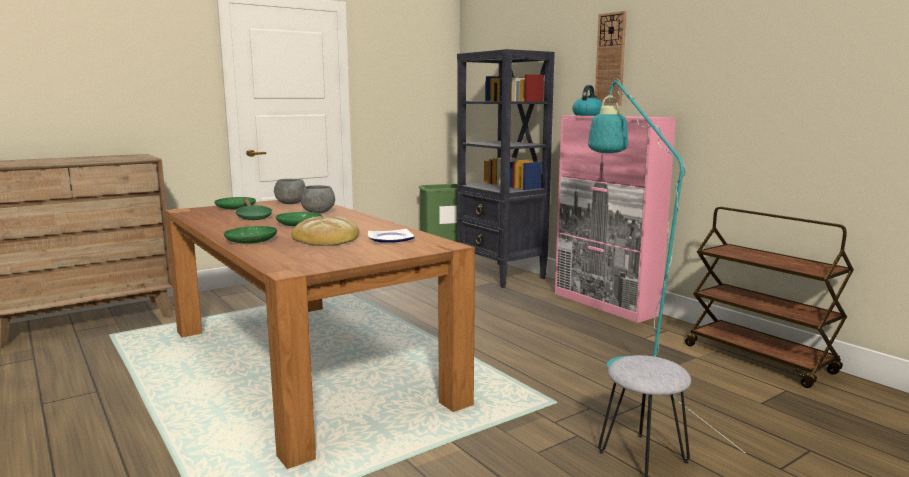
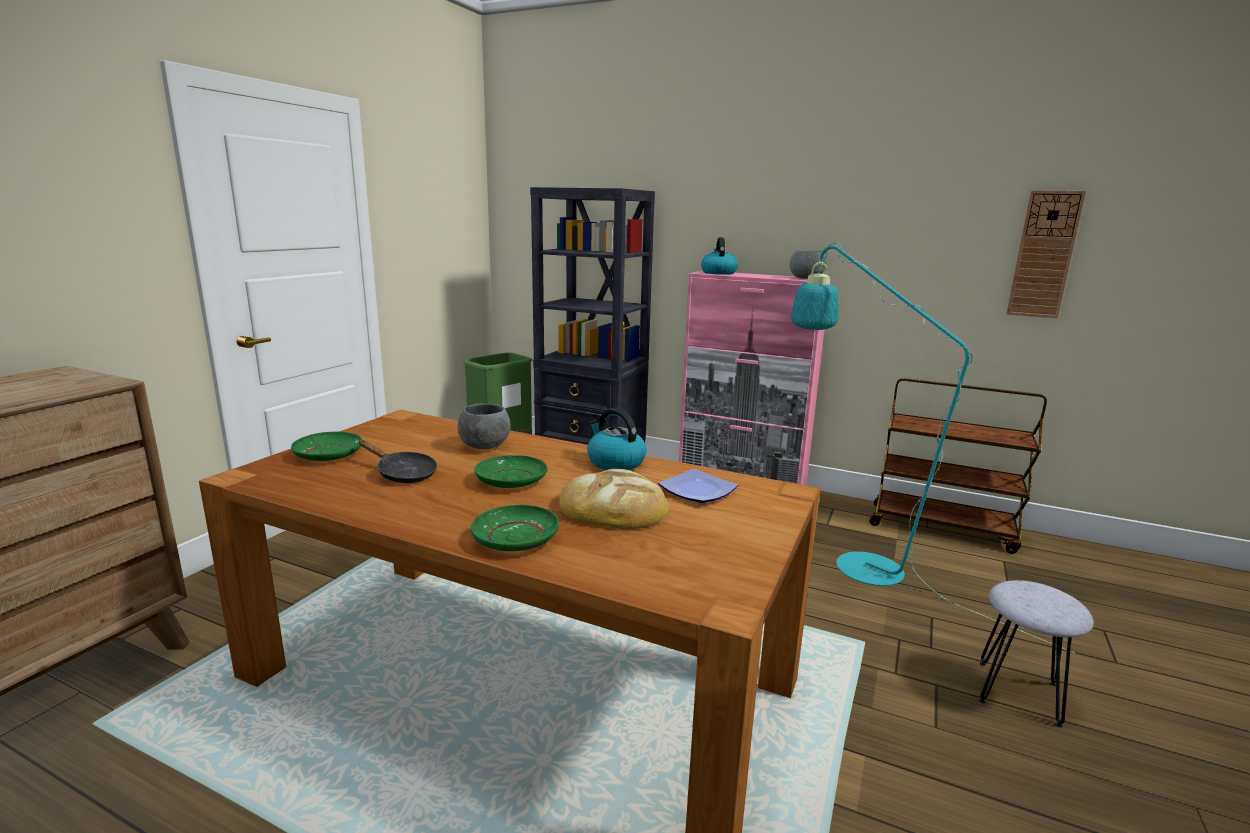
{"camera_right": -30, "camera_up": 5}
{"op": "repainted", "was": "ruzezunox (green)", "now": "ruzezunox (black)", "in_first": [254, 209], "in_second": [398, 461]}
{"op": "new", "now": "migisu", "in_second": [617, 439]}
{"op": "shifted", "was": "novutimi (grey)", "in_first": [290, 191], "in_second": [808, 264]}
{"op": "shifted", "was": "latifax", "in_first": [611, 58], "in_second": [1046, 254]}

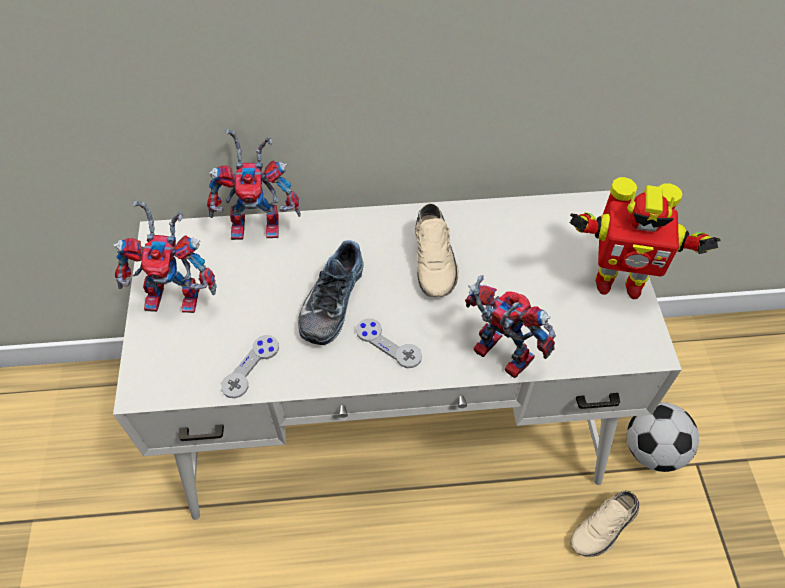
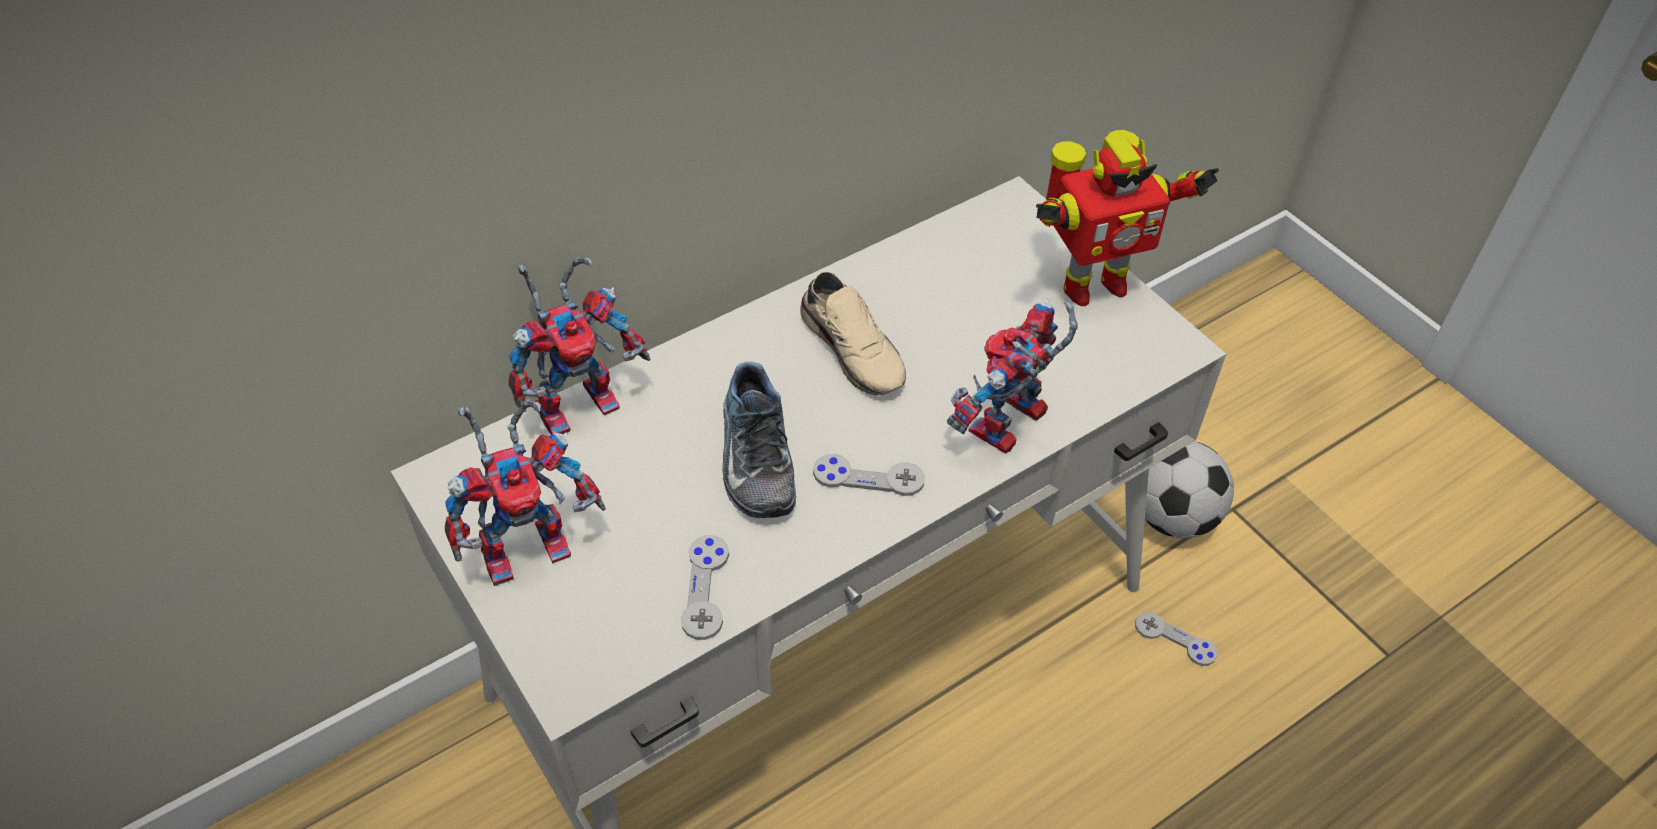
{"camera_right": -30, "camera_up": -5}
{"op": "rotated", "was": "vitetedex", "in_first": [510, 326], "in_second": [1012, 376], "clockwise": -60}
{"op": "swapped", "was": "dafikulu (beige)", "now": "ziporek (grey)", "in_first": [605, 524], "in_second": [1176, 639]}

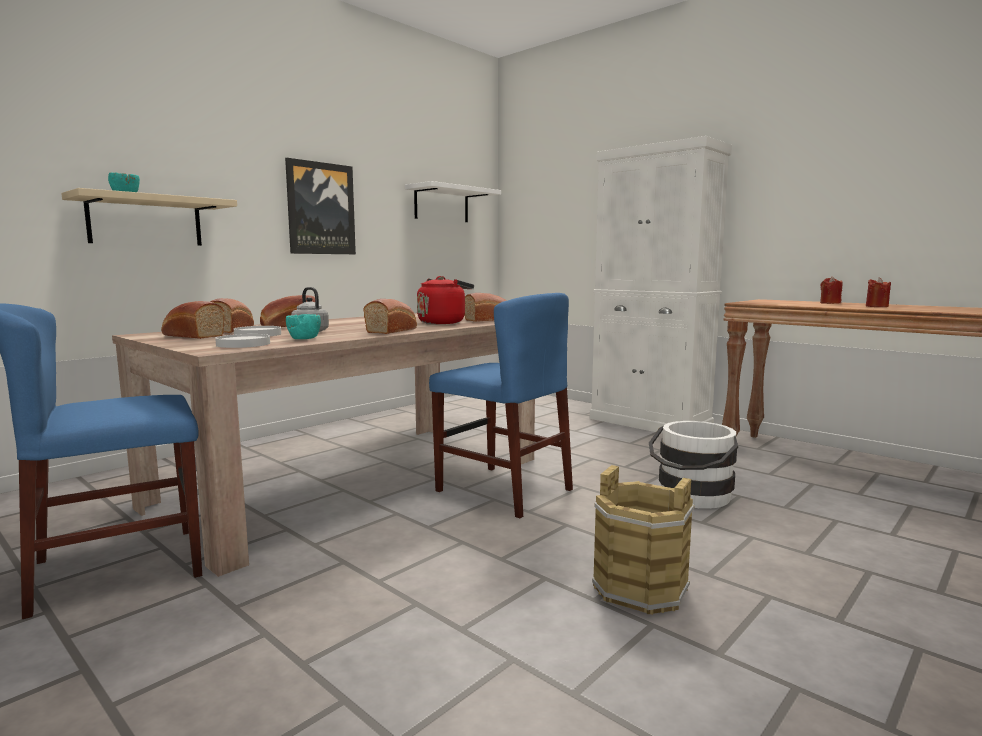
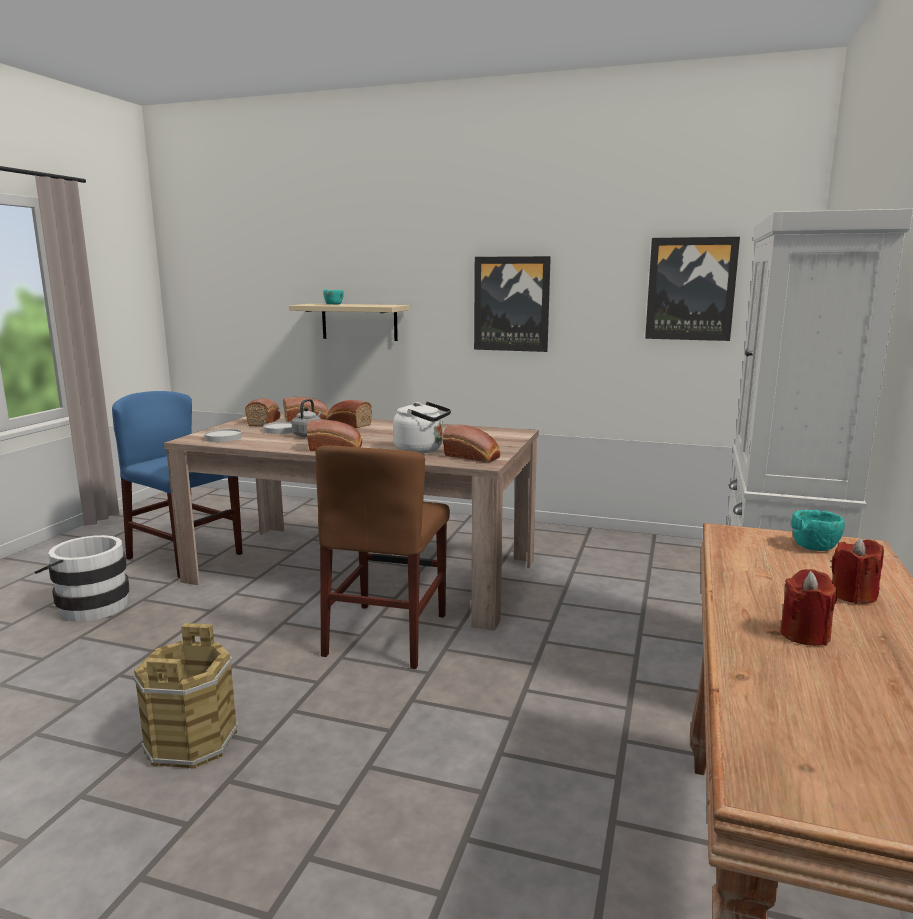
{"camera_right": 65, "camera_up": 5}
{"op": "shifted", "was": "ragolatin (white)", "in_first": [693, 465], "in_second": [82, 578]}
{"op": "repainted", "was": "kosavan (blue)", "now": "kosavan (brown)", "in_first": [501, 405], "in_second": [382, 557]}
{"op": "repainted", "was": "migisu (red)", "now": "migisu (white)", "in_first": [445, 300], "in_second": [422, 427]}
{"op": "swapped", "was": "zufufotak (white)", "now": "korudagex", "in_first": [453, 201], "in_second": [692, 289]}
{"op": "shifted", "was": "novutimi (turquoise)", "in_first": [303, 326], "in_second": [818, 530]}

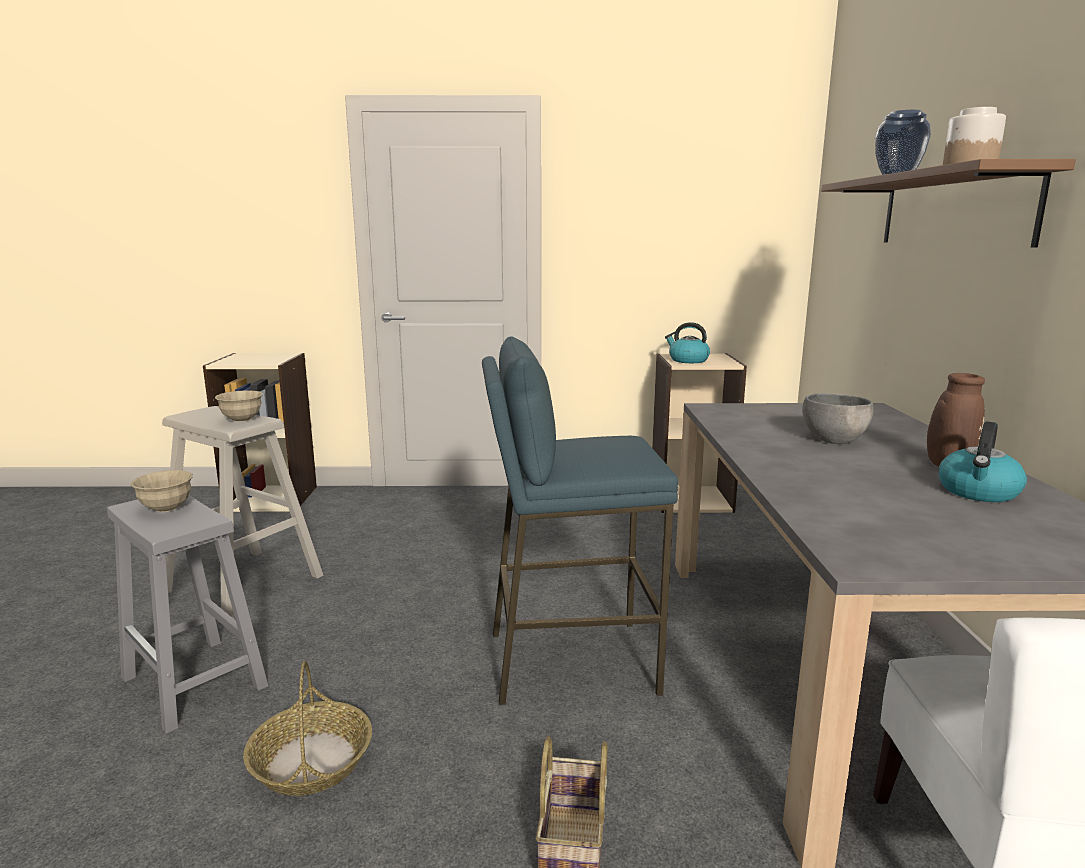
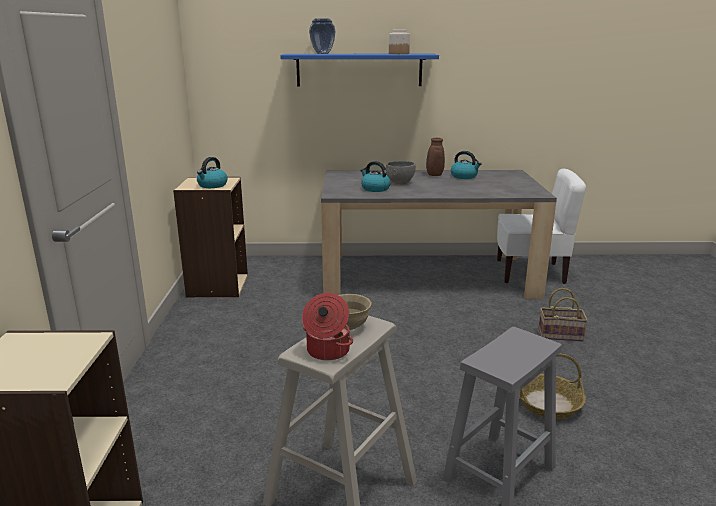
{"camera_right": -90, "camera_up": 5}
{"op": "repainted", "was": "zufufotak (brown)", "now": "zufufotak (blue)", "in_first": [948, 203], "in_second": [359, 70]}
{"op": "new", "now": "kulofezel", "in_second": [327, 327]}
{"op": "new", "now": "migisu", "in_second": [375, 176]}
{"op": "gone", "was": "novutimi (beige)", "in_first": [161, 491]}
{"op": "gone", "was": "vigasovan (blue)", "in_first": [580, 520]}

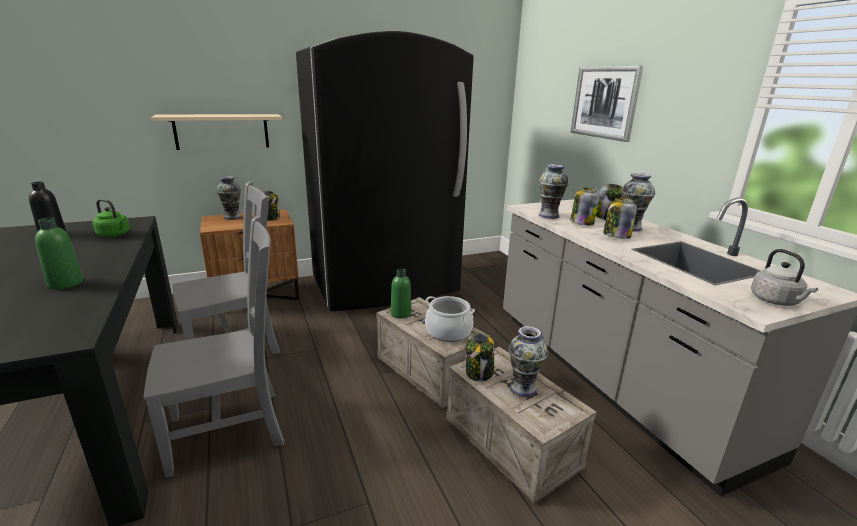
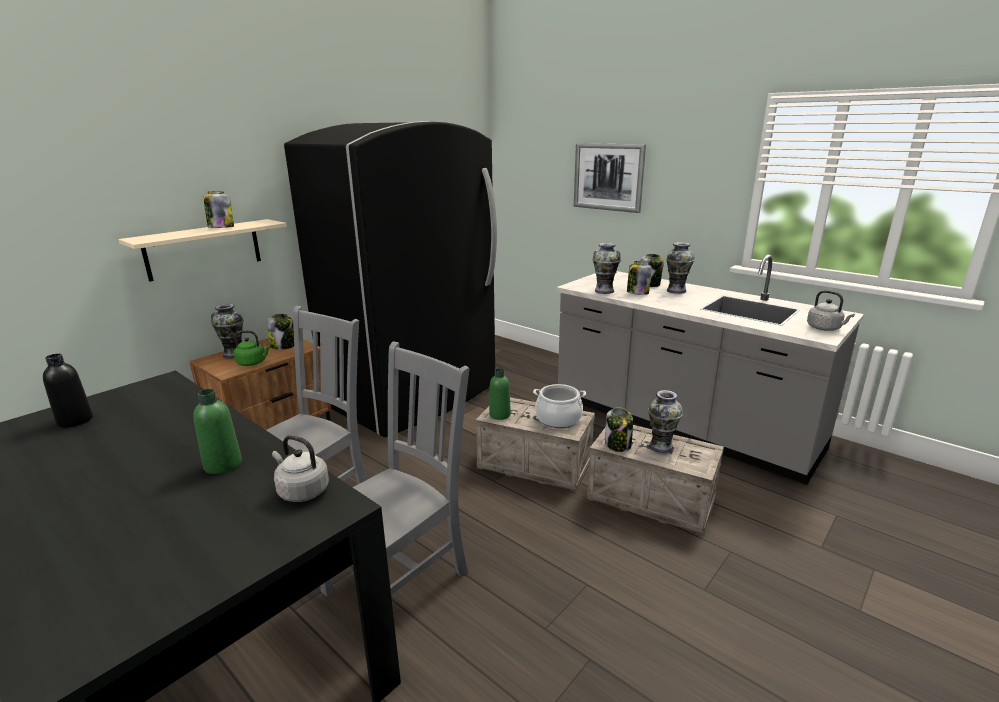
{"camera_right": -25, "camera_up": 0}
{"op": "shifted", "was": "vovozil", "in_first": [620, 218], "in_second": [219, 209]}
{"op": "shifted", "was": "migisu (green)", "in_first": [111, 218], "in_second": [252, 348]}
{"op": "new", "now": "migisu (grey)", "in_second": [300, 468]}

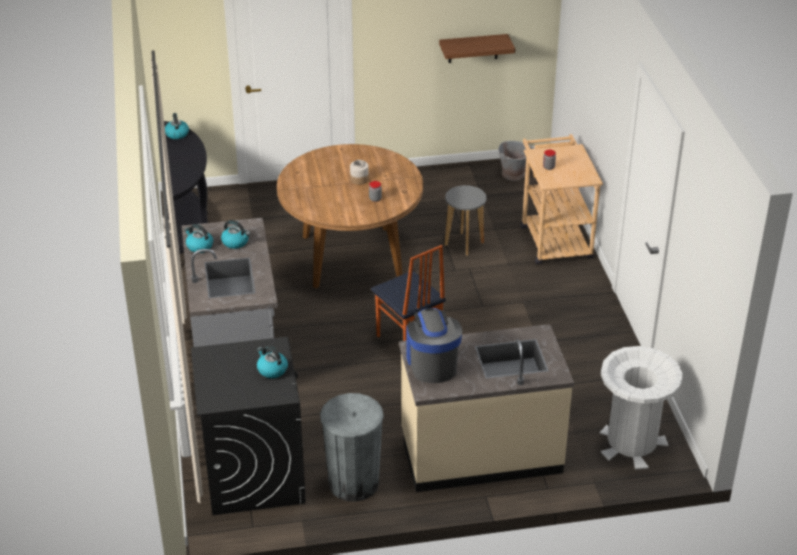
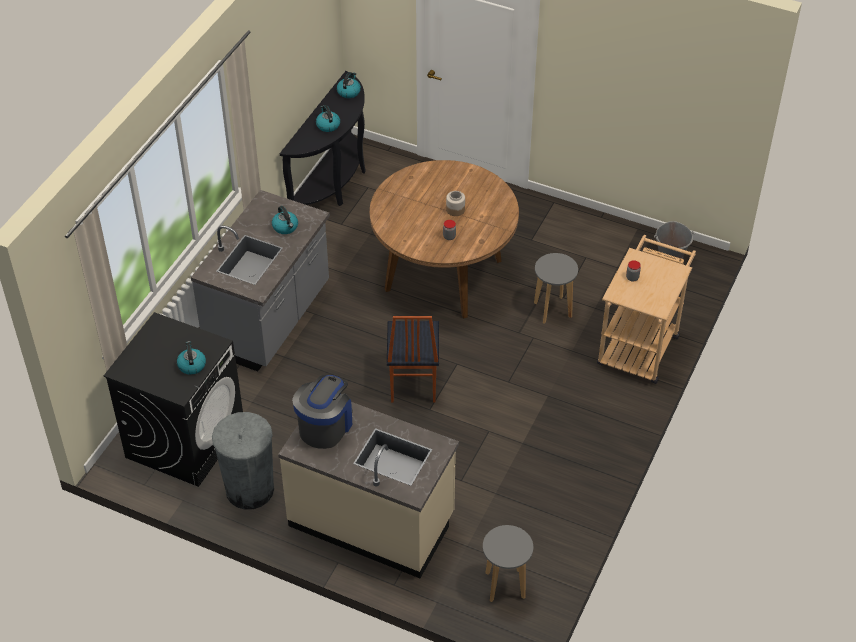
{"camera_right": 35, "camera_up": 10}
{"op": "shifted", "was": "migisu", "in_first": [198, 238], "in_second": [328, 118]}
{"op": "swapped", "was": "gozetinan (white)", "now": "vigasovan (grey)", "in_first": [641, 408], "in_second": [508, 563]}
{"op": "gone", "was": "zufufotak", "in_first": [477, 48]}

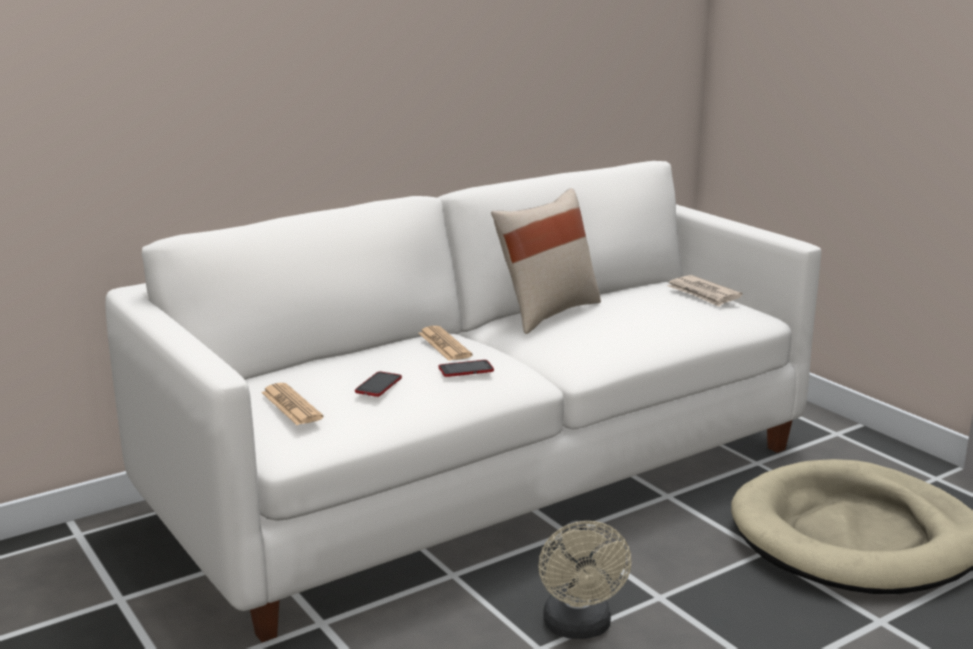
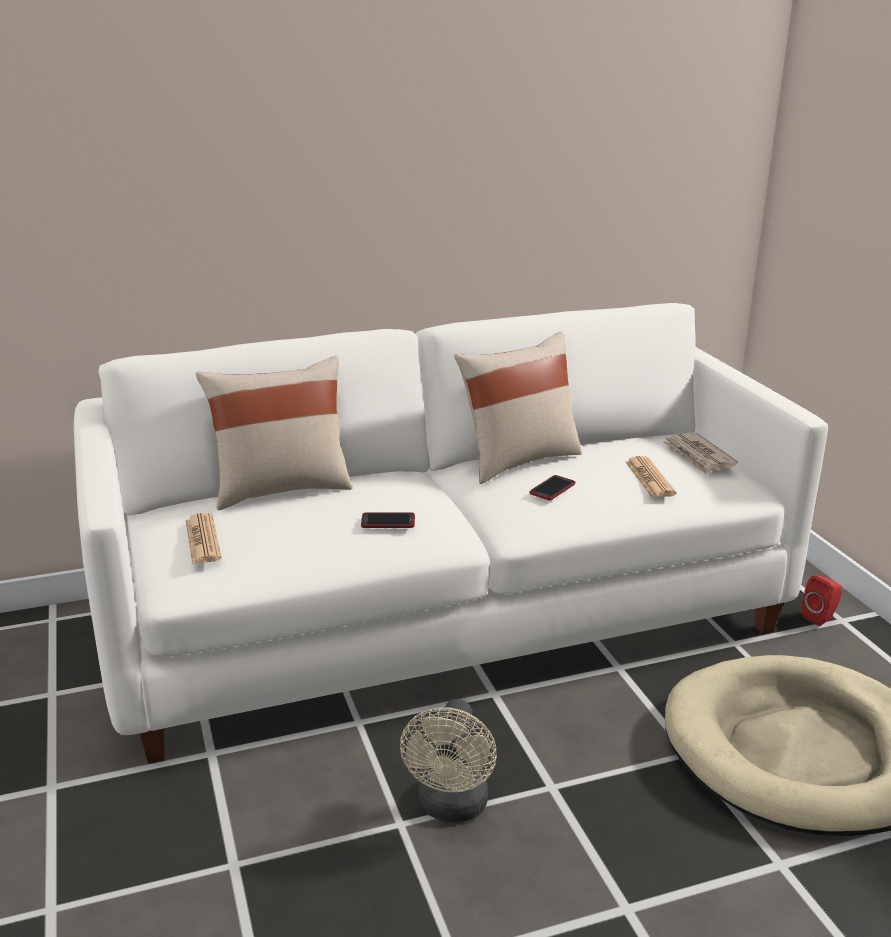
{"camera_right": 15, "camera_up": 5}
{"op": "new", "now": "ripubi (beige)", "in_second": [274, 433]}
{"op": "shifted", "was": "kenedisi", "in_first": [378, 384], "in_second": [552, 487]}
{"op": "shifted", "was": "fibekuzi", "in_first": [445, 343], "in_second": [651, 476]}
{"op": "new", "now": "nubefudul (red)", "in_second": [821, 600]}

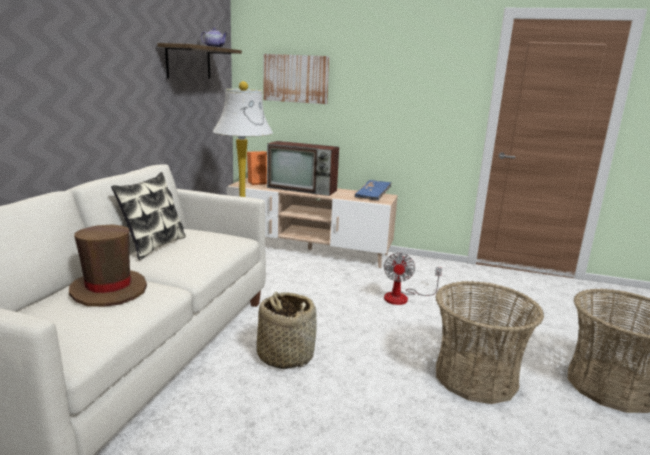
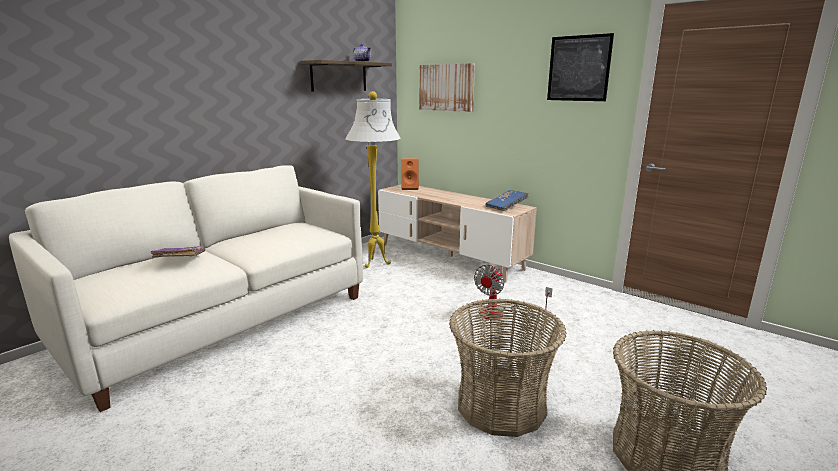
{"camera_right": 25, "camera_up": 0}
{"op": "swapped", "was": "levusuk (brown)", "now": "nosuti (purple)", "in_first": [108, 265], "in_second": [178, 252]}
{"op": "new", "now": "korudagex", "in_second": [580, 67]}
{"op": "gone", "was": "ripubi", "in_first": [148, 216]}
{"op": "gone", "was": "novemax", "in_first": [287, 330]}
{"op": "gone", "was": "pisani", "in_first": [303, 168]}

